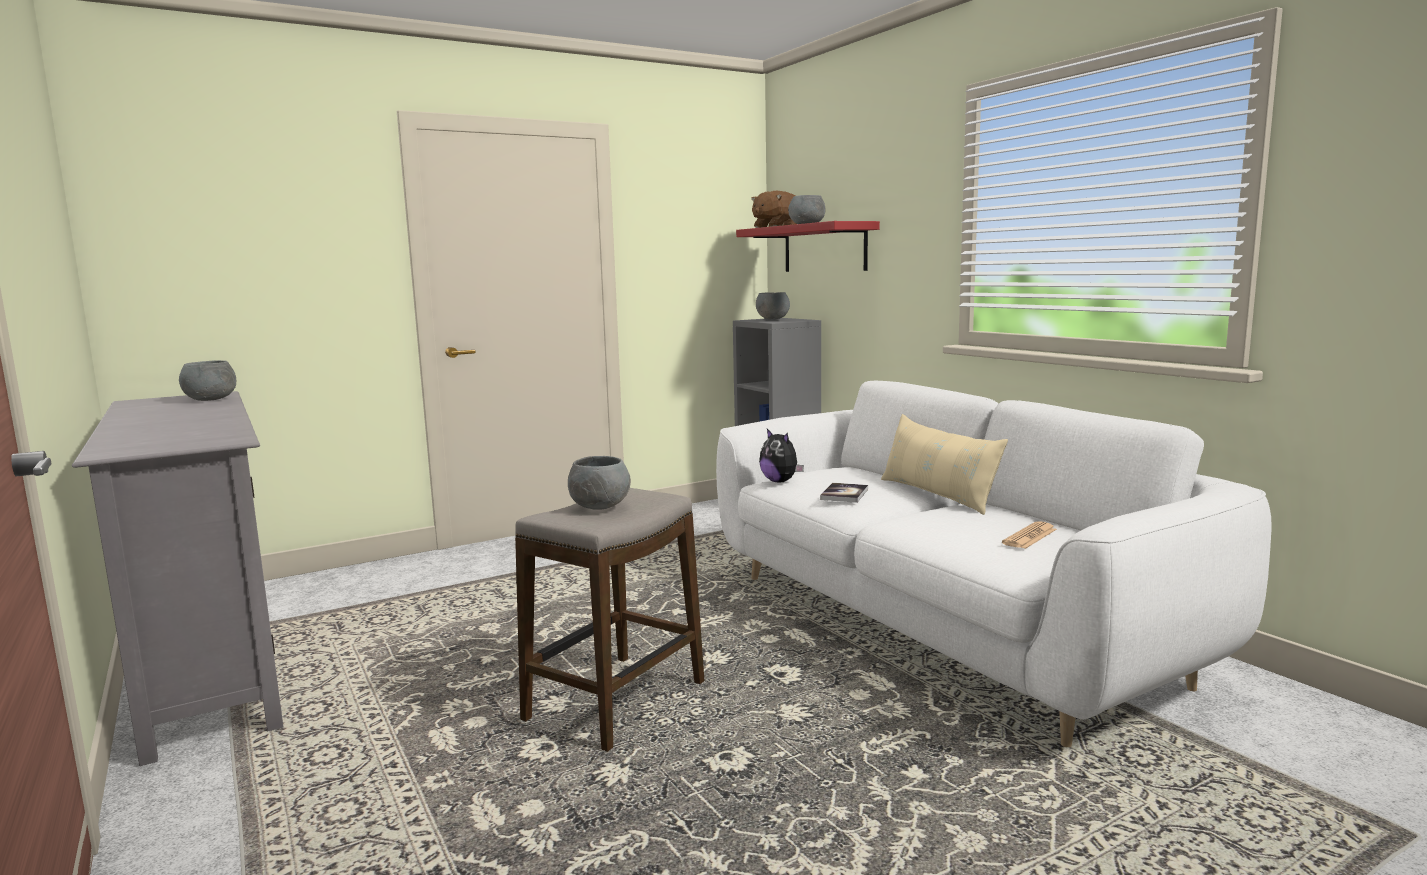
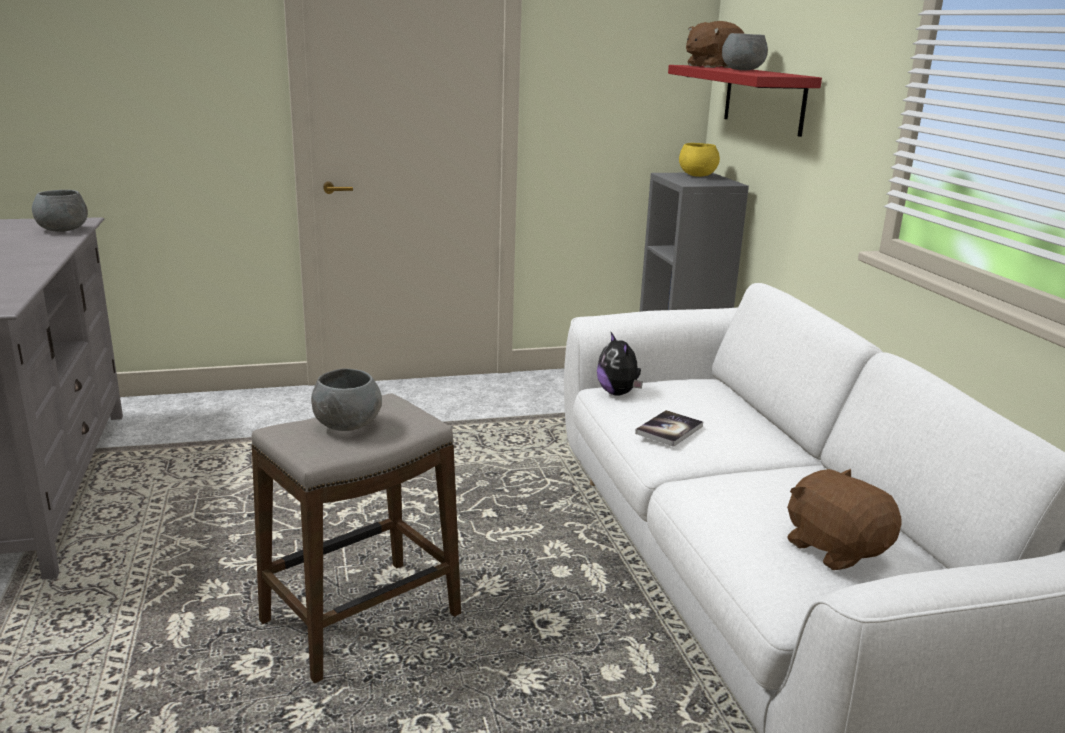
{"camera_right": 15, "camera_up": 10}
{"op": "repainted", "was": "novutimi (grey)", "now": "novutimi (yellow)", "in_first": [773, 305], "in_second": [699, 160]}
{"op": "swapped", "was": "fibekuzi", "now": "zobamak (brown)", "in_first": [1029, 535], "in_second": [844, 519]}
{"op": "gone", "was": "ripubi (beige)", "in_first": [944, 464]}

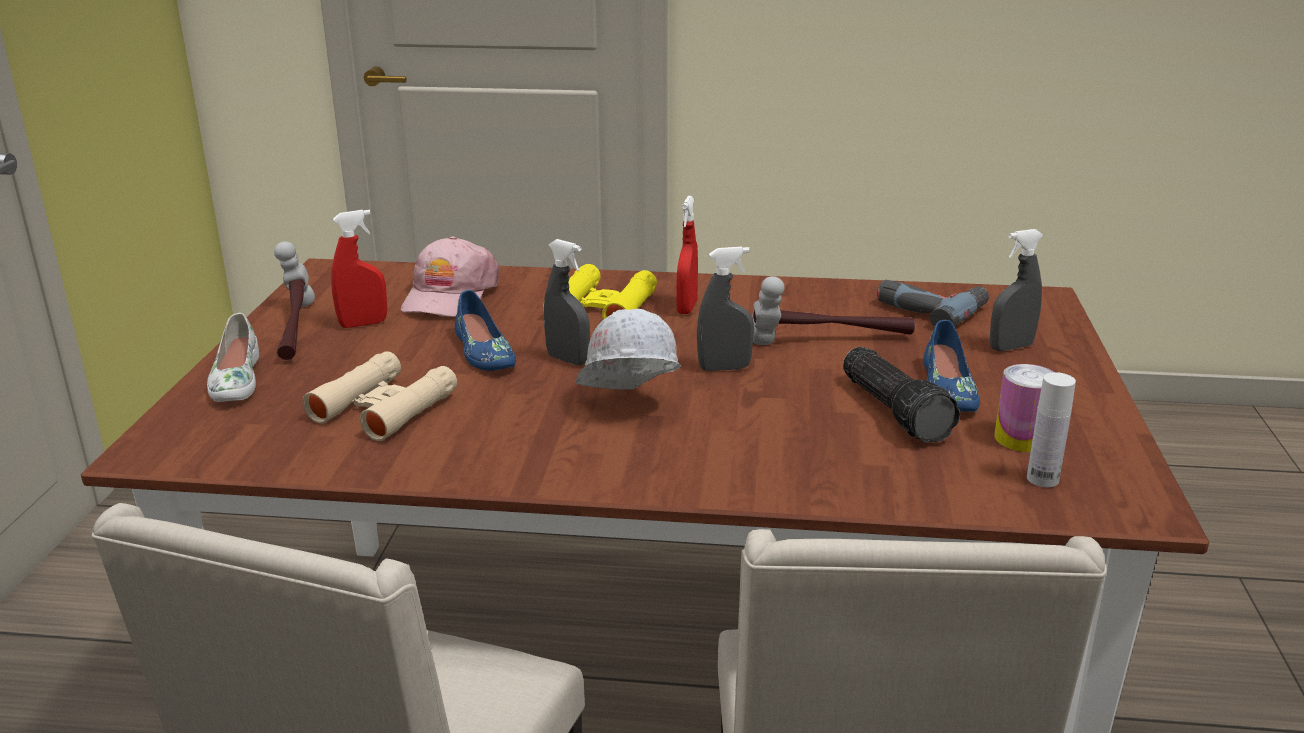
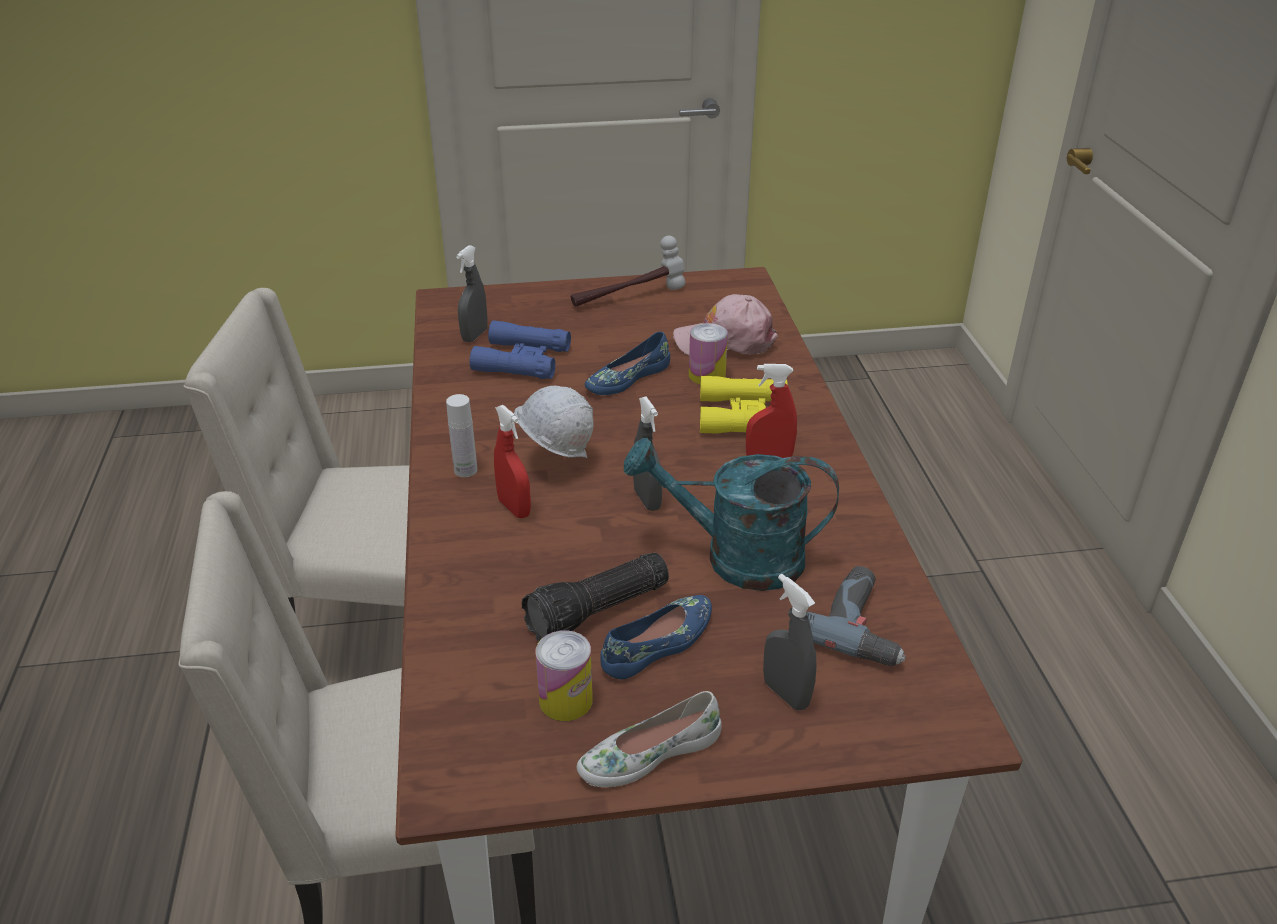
{"camera_right": 75, "camera_up": 10}
{"op": "shifted", "was": "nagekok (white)", "in_first": [1051, 429], "in_second": [461, 435]}
{"op": "shifted", "was": "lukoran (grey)", "in_first": [567, 302], "in_second": [472, 293]}
{"op": "repainted", "was": "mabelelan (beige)", "now": "mabelelan (blue)", "in_first": [380, 396], "in_second": [520, 349]}
{"op": "shifted", "was": "lukoran (red)", "in_first": [359, 269], "in_second": [512, 461]}
{"op": "shifted", "was": "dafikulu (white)", "in_first": [233, 357], "in_second": [649, 739]}
{"op": "rotated", "was": "dafikulu (blue)", "in_first": [951, 366], "in_second": [656, 637], "clockwise": 150}
{"op": "swapped", "was": "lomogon", "now": "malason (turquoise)", "in_first": [833, 310], "in_second": [731, 514]}
{"op": "new", "now": "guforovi", "in_second": [708, 354]}

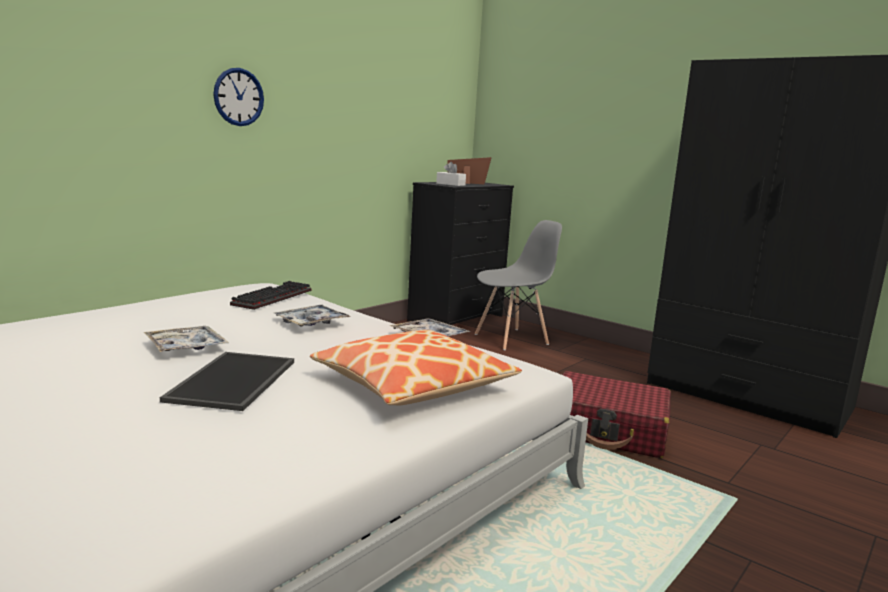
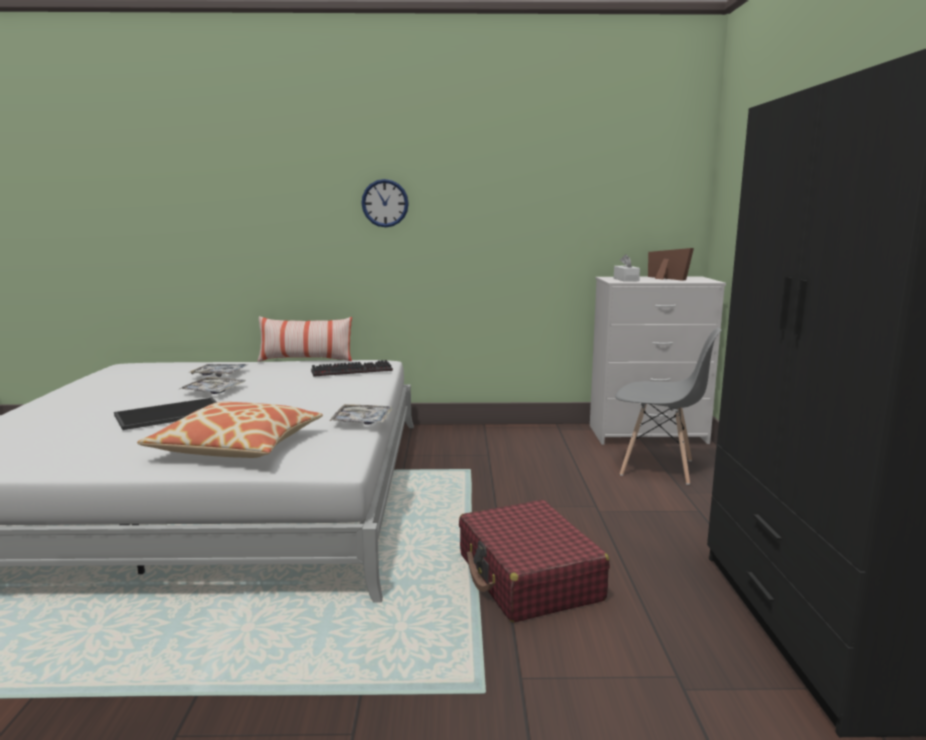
{"camera_right": 50, "camera_up": 0}
{"op": "shifted", "was": "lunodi", "in_first": [312, 316], "in_second": [218, 370]}
{"op": "new", "now": "ripubi", "in_second": [304, 339]}
{"op": "repainted", "was": "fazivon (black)", "now": "fazivon (white)", "in_first": [460, 253], "in_second": [658, 361]}

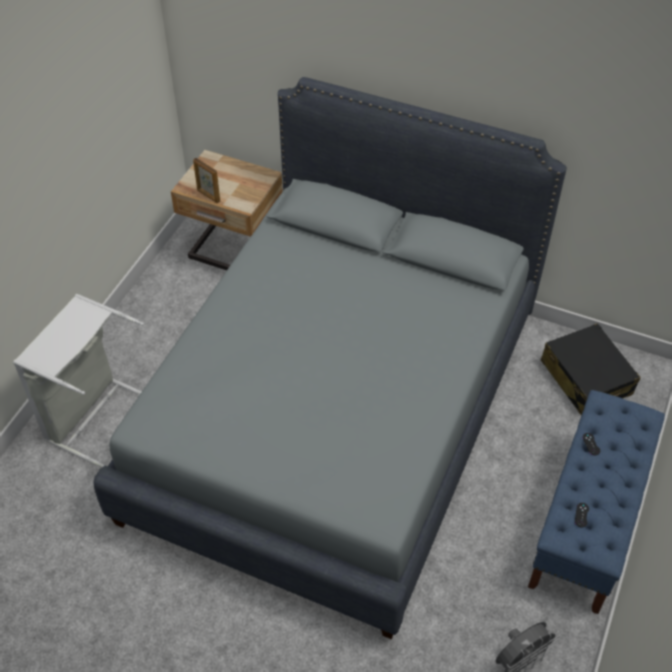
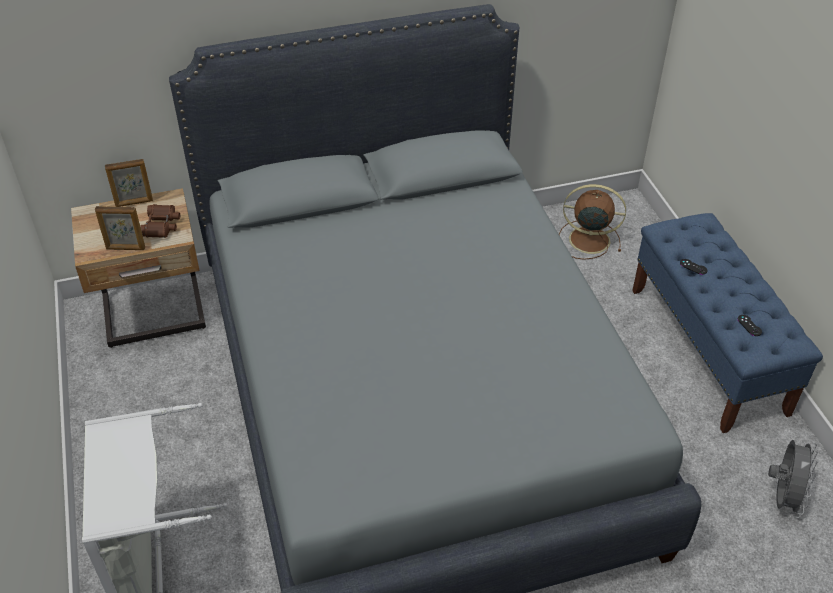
{"camera_right": -40, "camera_up": -5}
{"op": "new", "now": "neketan", "in_second": [129, 183]}
{"op": "new", "now": "mabelelan (brown)", "in_second": [160, 221]}
{"op": "swapped", "was": "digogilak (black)", "now": "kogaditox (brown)", "in_first": [591, 369], "in_second": [592, 222]}

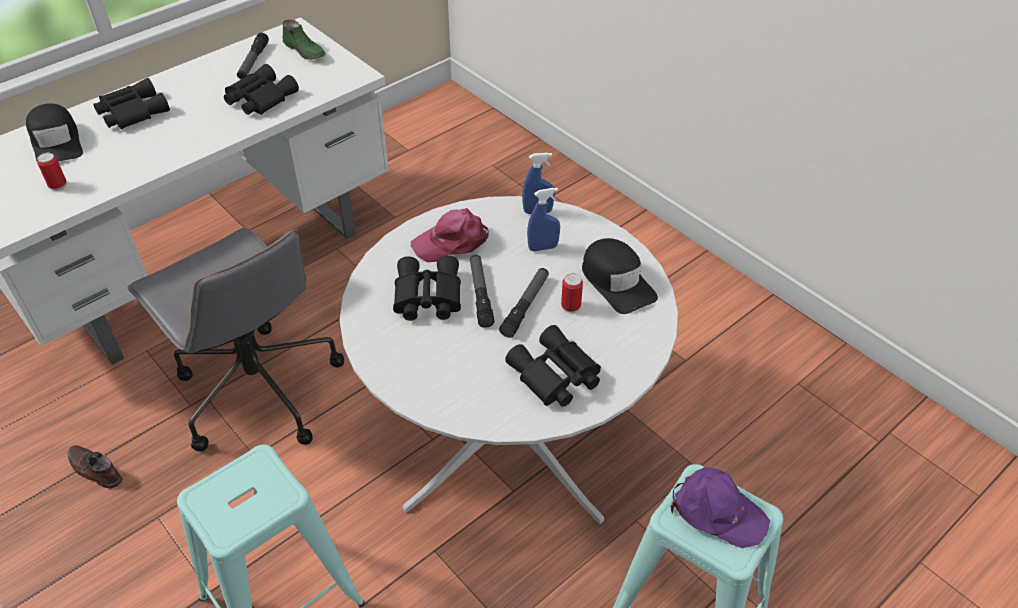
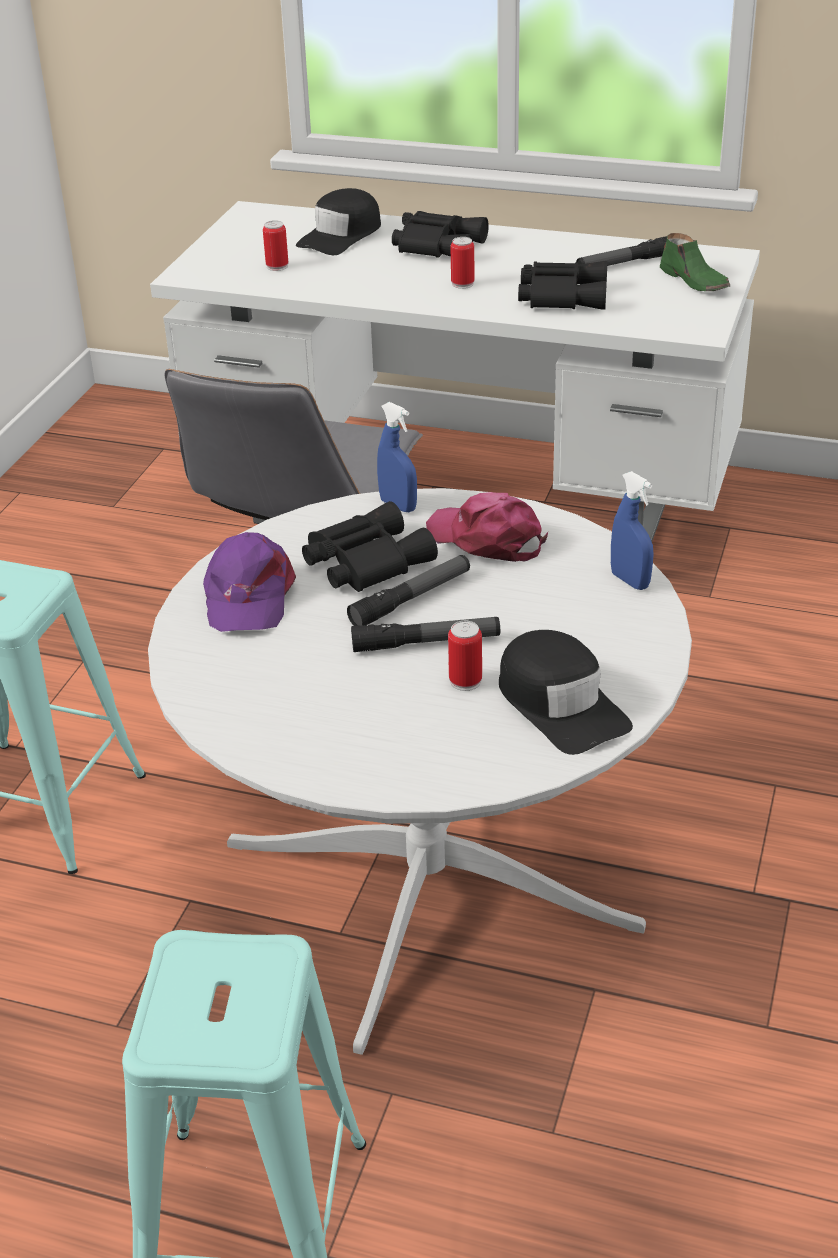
{"camera_right": 60, "camera_up": -10}
{"op": "shifted", "was": "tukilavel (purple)", "in_first": [720, 507], "in_second": [249, 582]}
{"op": "shifted", "was": "lukoran (blue)", "in_first": [543, 220], "in_second": [397, 457]}
{"op": "new", "now": "guforovi", "in_second": [462, 263]}
{"op": "rotated", "was": "tukilavel (black)", "in_first": [620, 276], "in_second": [566, 692], "clockwise": -60}
{"op": "rotated", "was": "dafikulu (green)", "in_first": [304, 40], "in_second": [695, 262], "clockwise": -45}
{"op": "gone", "was": "dafikulu (brown)", "in_first": [95, 467]}
{"op": "gone", "was": "mabelelan (black)", "in_first": [553, 366]}

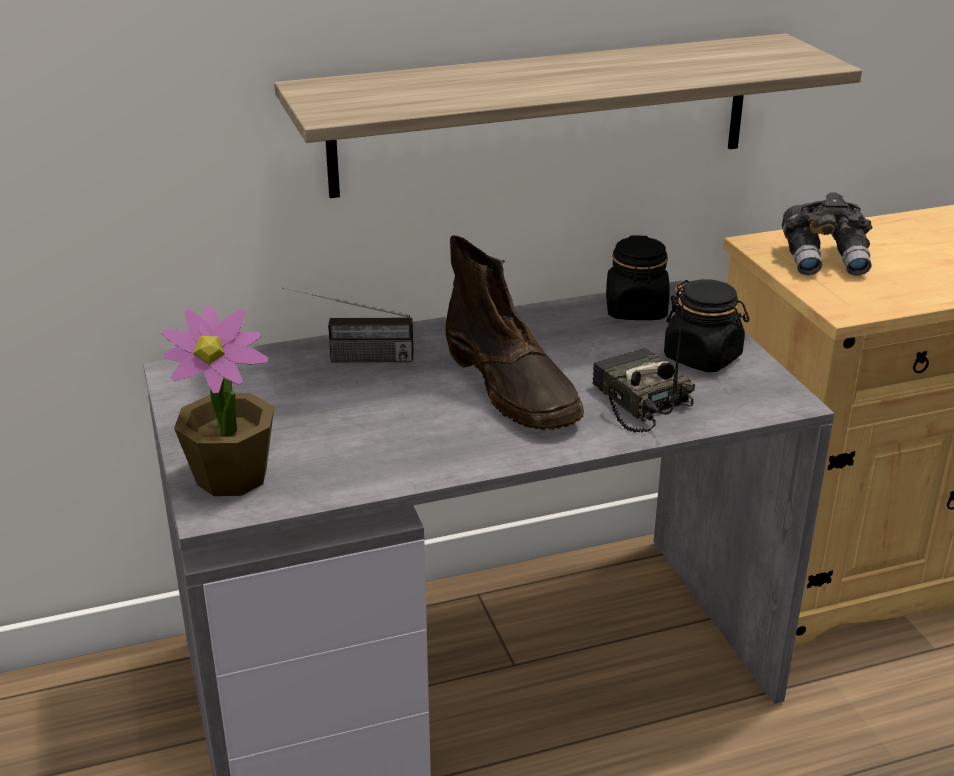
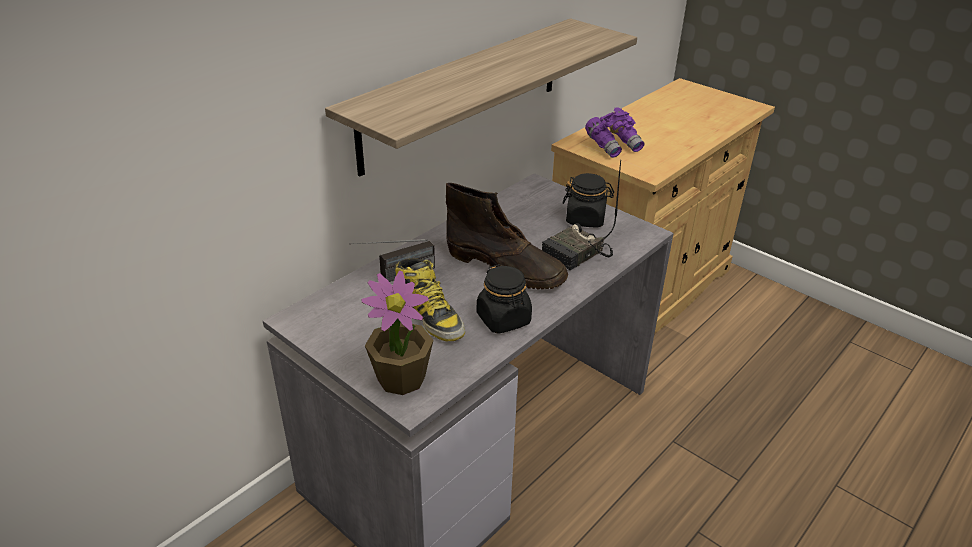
{"camera_right": -30, "camera_up": 5}
{"op": "new", "now": "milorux", "in_second": [430, 299]}
{"op": "shifted", "was": "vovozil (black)", "in_first": [638, 277], "in_second": [504, 299]}
{"op": "rotated", "was": "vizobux", "in_first": [643, 360], "in_second": [581, 215], "clockwise": -75}
{"op": "repainted", "was": "mabelelan (grey)", "now": "mabelelan (purple)", "in_first": [827, 234], "in_second": [614, 132]}

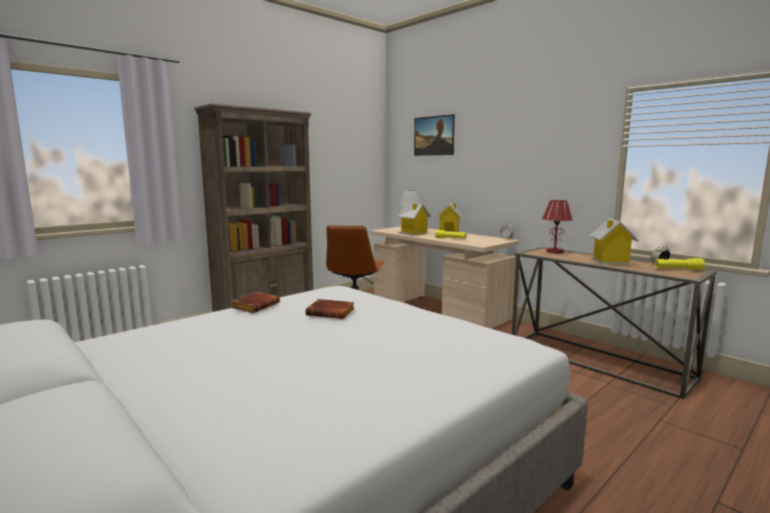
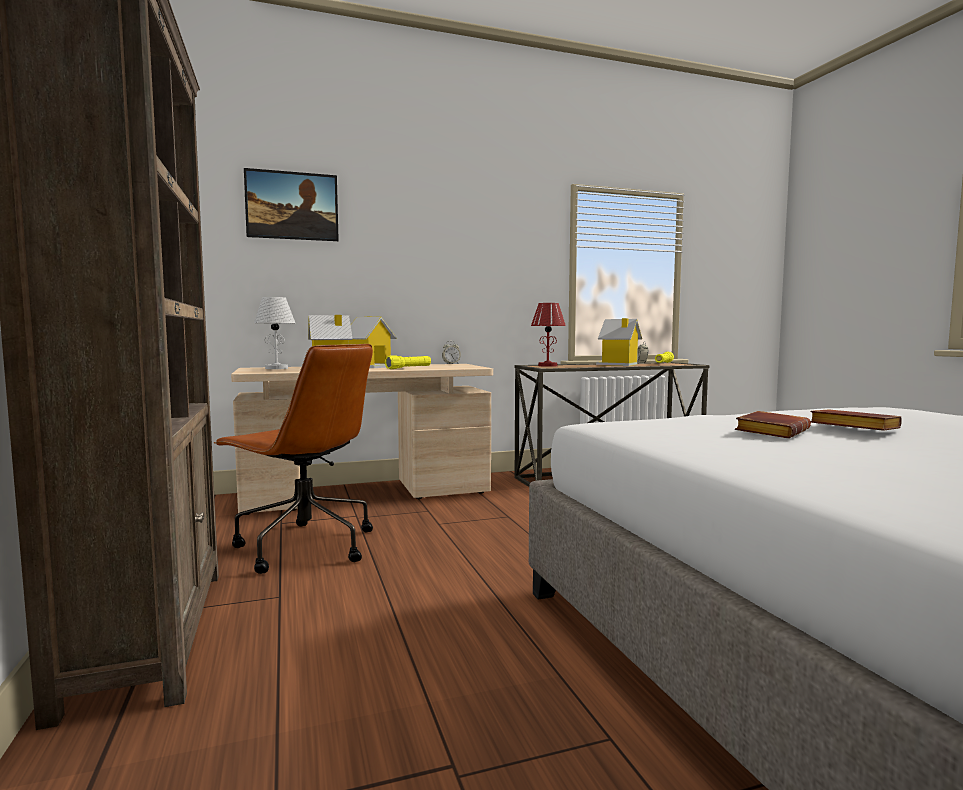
{"camera_right": -65, "camera_up": -5}
{"op": "shifted", "was": "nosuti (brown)", "in_first": [255, 302], "in_second": [856, 420]}

